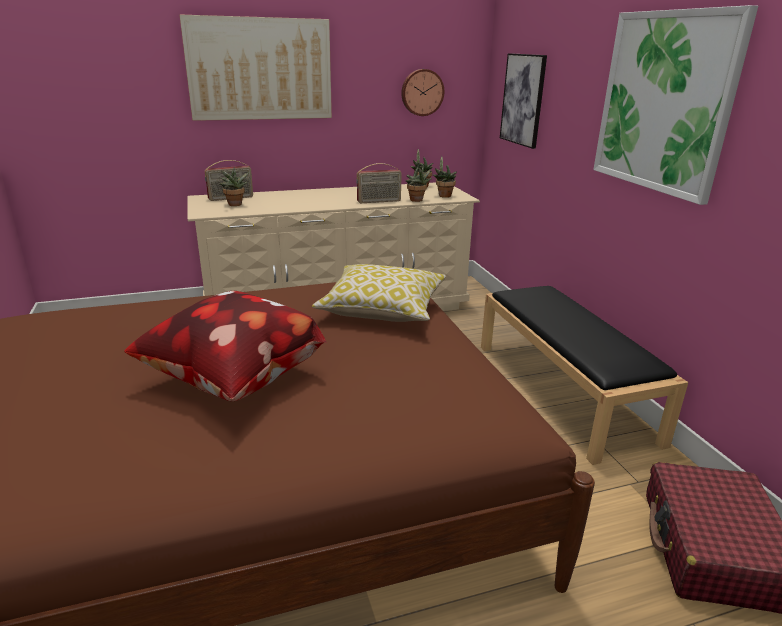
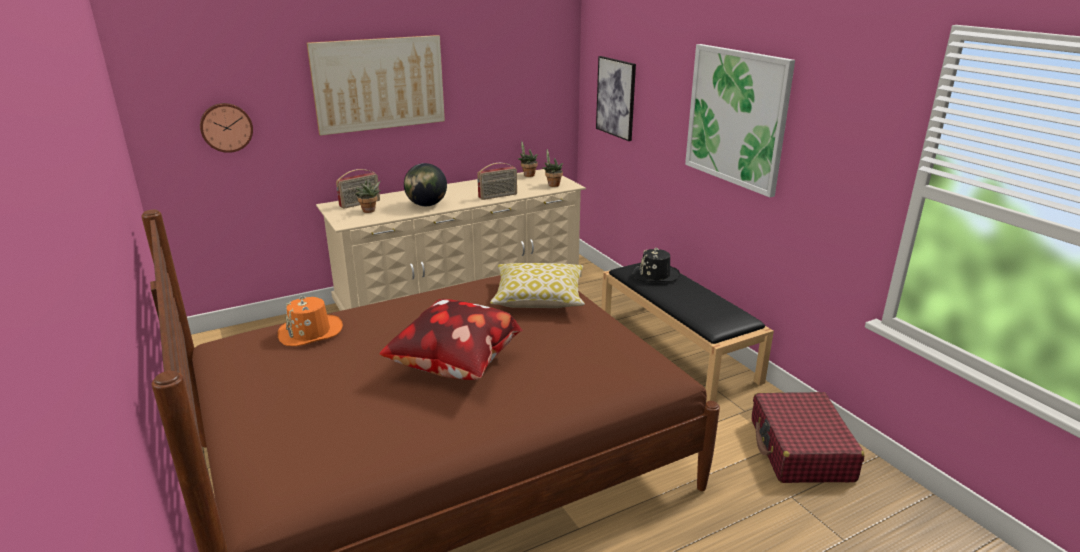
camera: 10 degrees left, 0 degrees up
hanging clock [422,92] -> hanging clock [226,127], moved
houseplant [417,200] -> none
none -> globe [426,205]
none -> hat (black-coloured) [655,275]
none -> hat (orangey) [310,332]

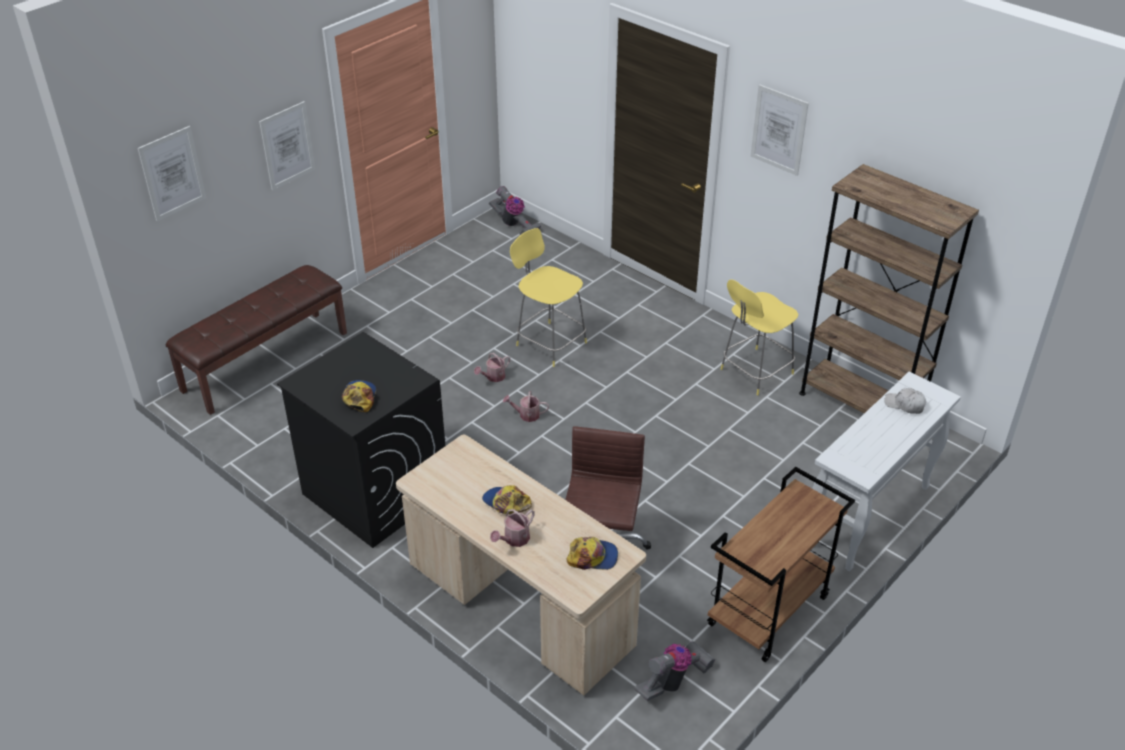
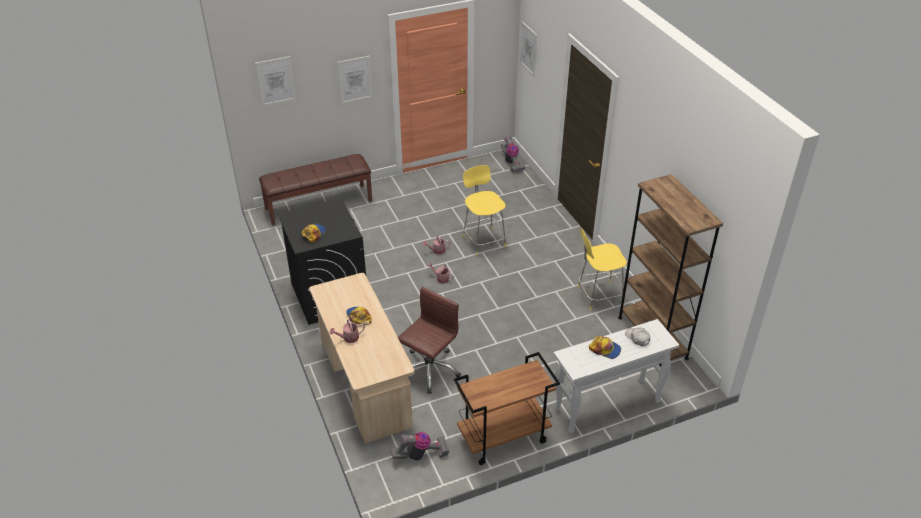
camera: 25 degrees right, 0 degrees up
wall picture [779,130] -> wall picture [528,49], moved
baseball cap [592,557] -> baseball cap [605,349], moved

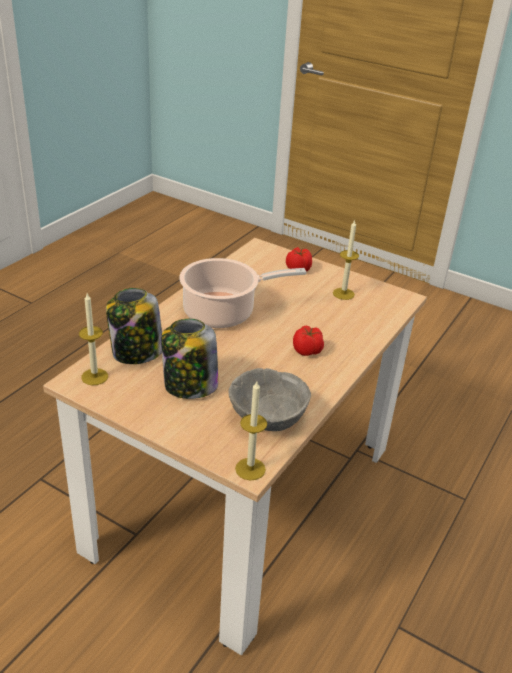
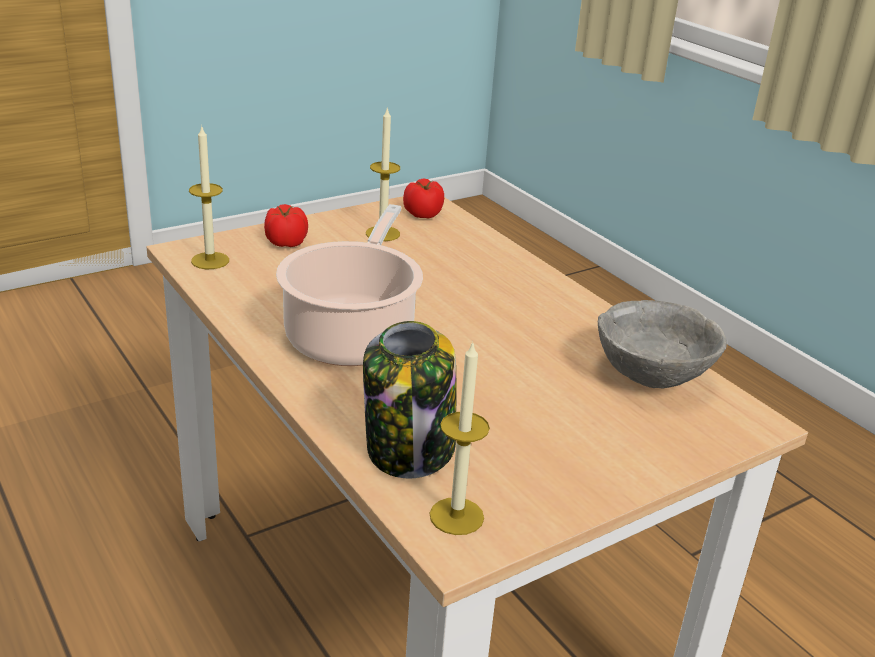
camera: 65 degrees left, 5 degrees down
storage jar [189,386] -> none
whole tomato [307,351] -> whole tomato [423,214], moved
wax light [250,469] -> wax light [210,260], moved

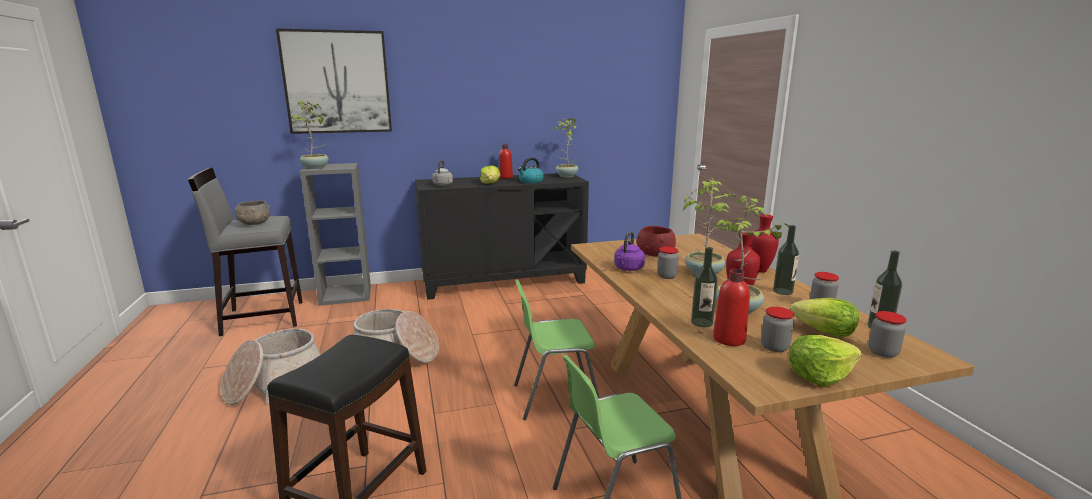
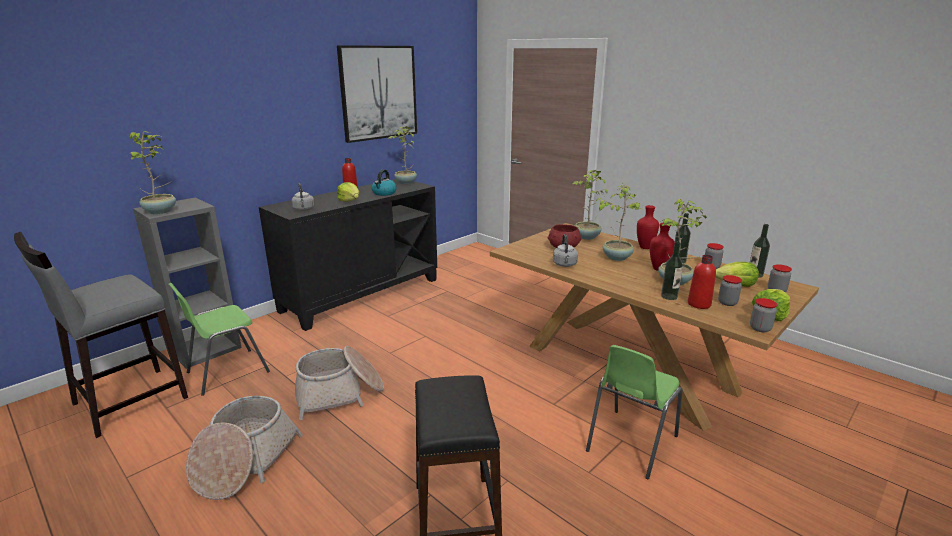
camera: 30 degrees left, 5 degrees up
wall picture [337,82] -> wall picture [379,93], moved
serving bowl (greyish) [254,223] -> none
kettle (purplish) [628,269] -> kettle (greyish) [565,265]
storage jar [666,276] -> storage jar [760,328], moved
plain chair (green) [555,397] -> plain chair (green) [227,372], moved
none -> houseplant [586,237]

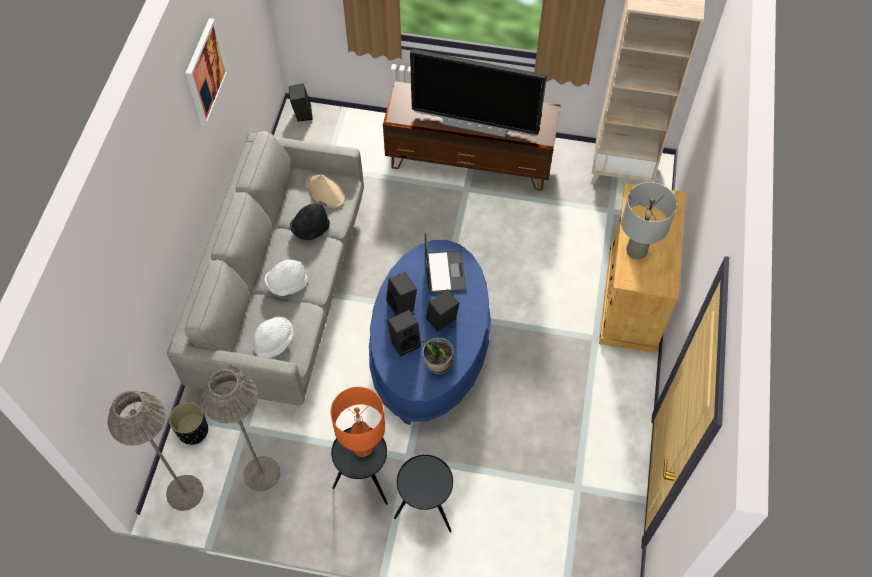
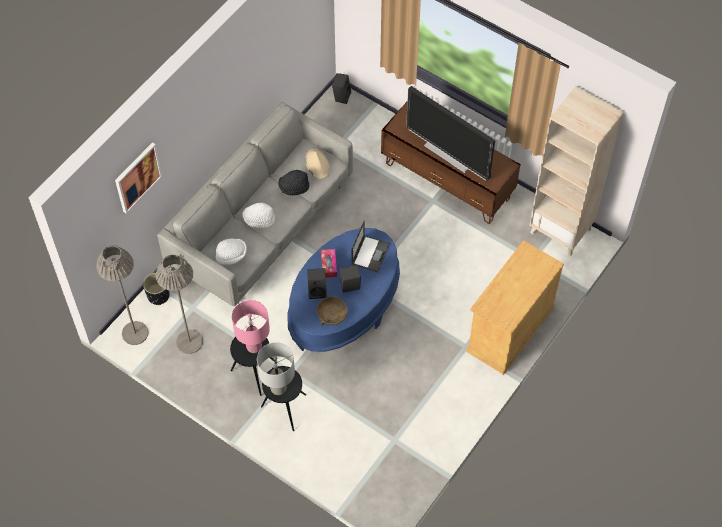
camera: 25 degrees right, 0 degrees up
wall picture [205,72] -> wall picture [137,177], moved
table lamp (greyish) [636,251] -> table lamp (greyish) [278,388], moved
speaker (black-coloured) [402,305] -> box of tissues [329,265]
houseplant [438,364] -> serving bowl (brown) [332,314]
table lamp (orangey) [362,447] -> table lamp (pink-coloured) [253,346]

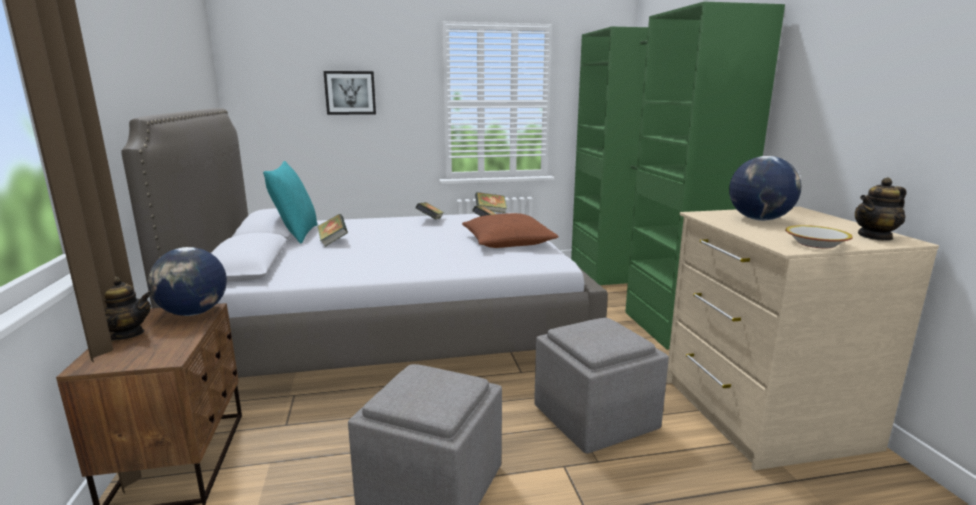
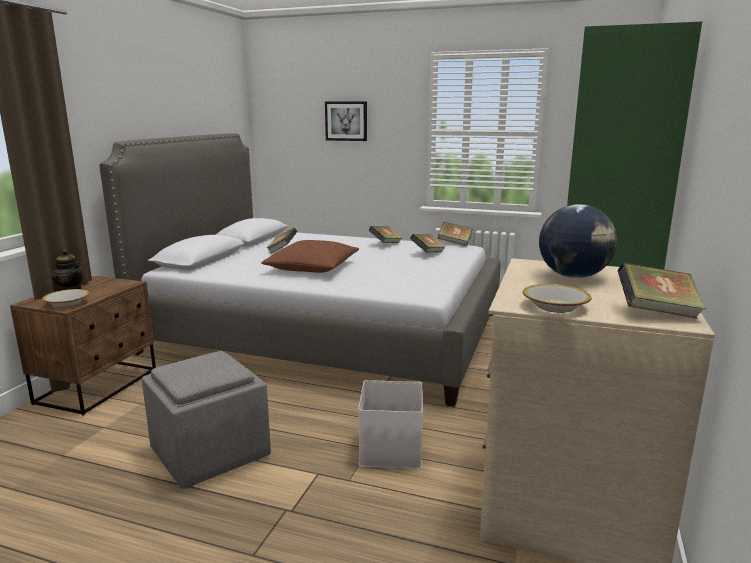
camera: 30 degrees right, 0 degrees up
pillow (turquoise-coloured) [296,234] -> none
teapot [875,236] -> book [656,312]
pillow (brown) [508,242] -> pillow (brown) [312,267], moved
globe [194,313] -> none
pouffe (greyish) [593,419] -> storage container (white-coloured) [389,448]
none -> serving bowl [67,303]

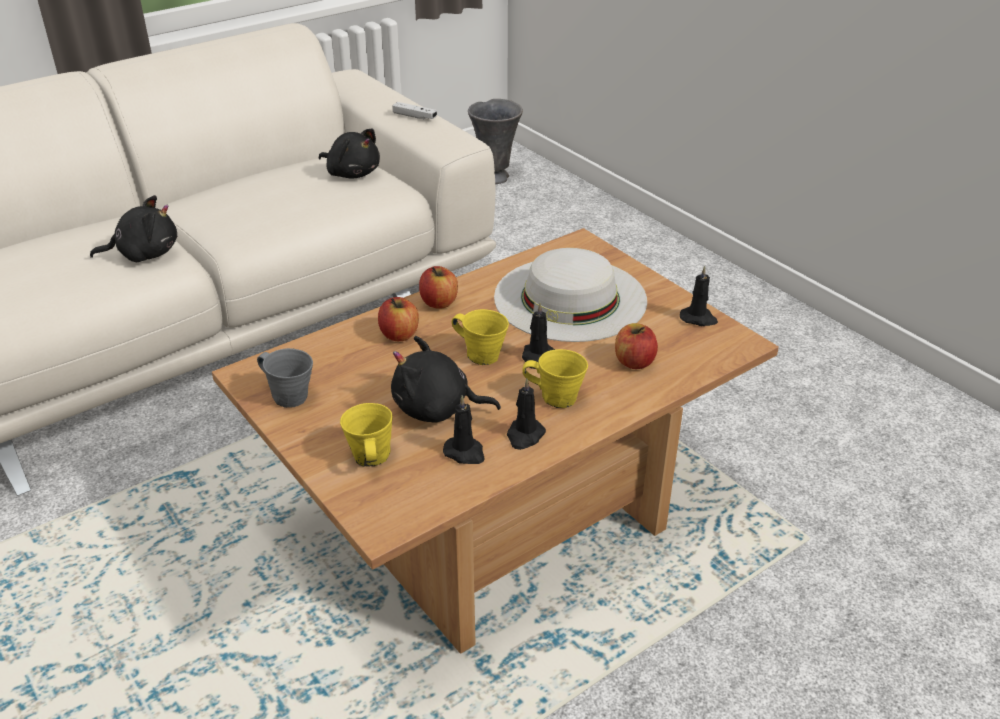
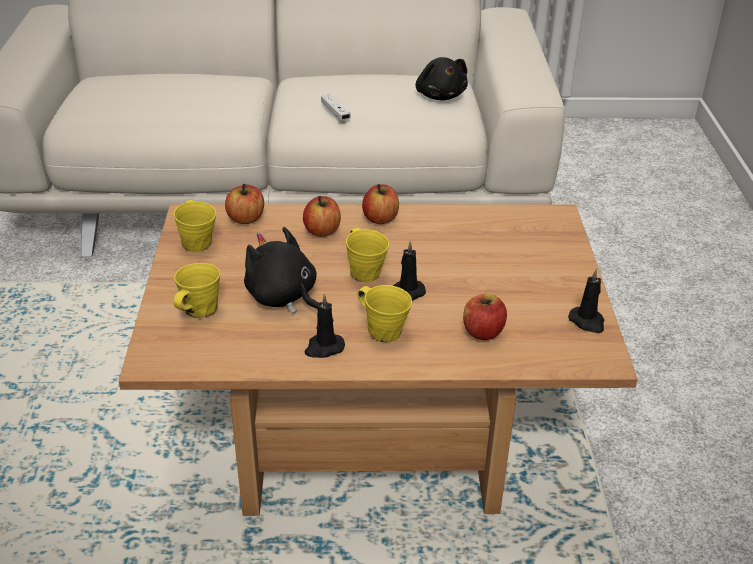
camera: 35 degrees right, 0 degrees up
decorative vase (greyish) [495,177] -> none
joypad (white-coloured) [414,116] -> joypad (white-coloured) [335,113], moved
plush toy (black-coloured) [144,254] -> none
hat (white-coloured) [570,298] -> none
tea mug (greyish) [289,396] -> tea mug (yellow) [197,242]
wax light (black-coloured) [465,453] -> none
none -> apple [246,219]

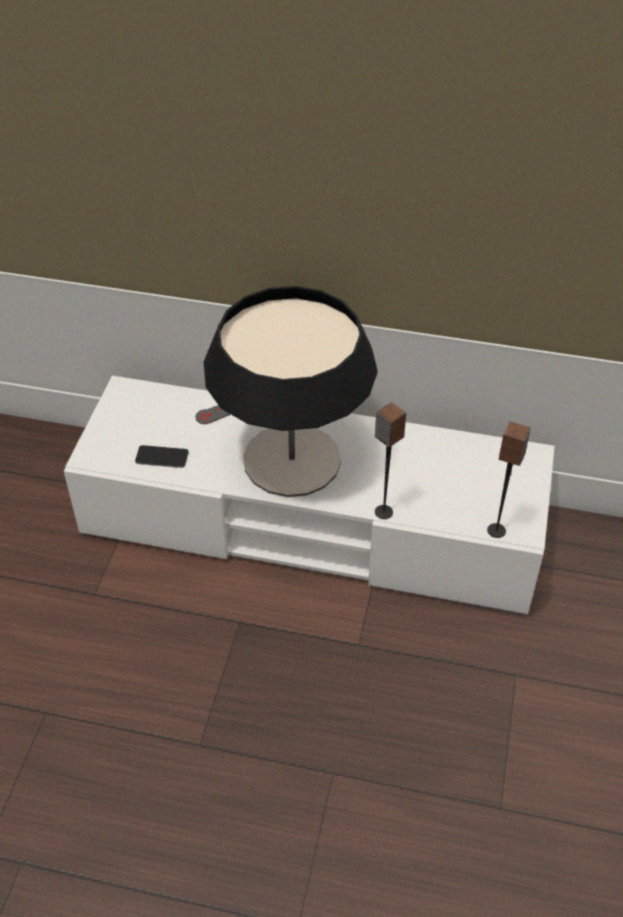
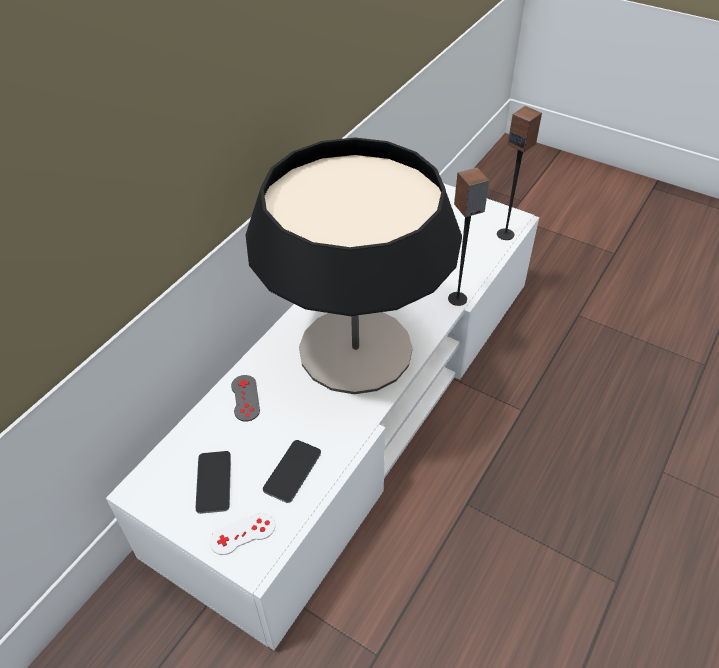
camera: 70 degrees left, 0 degrees up
none -> telephone [213,482]
none -> joypad (white-coloured) [242,533]

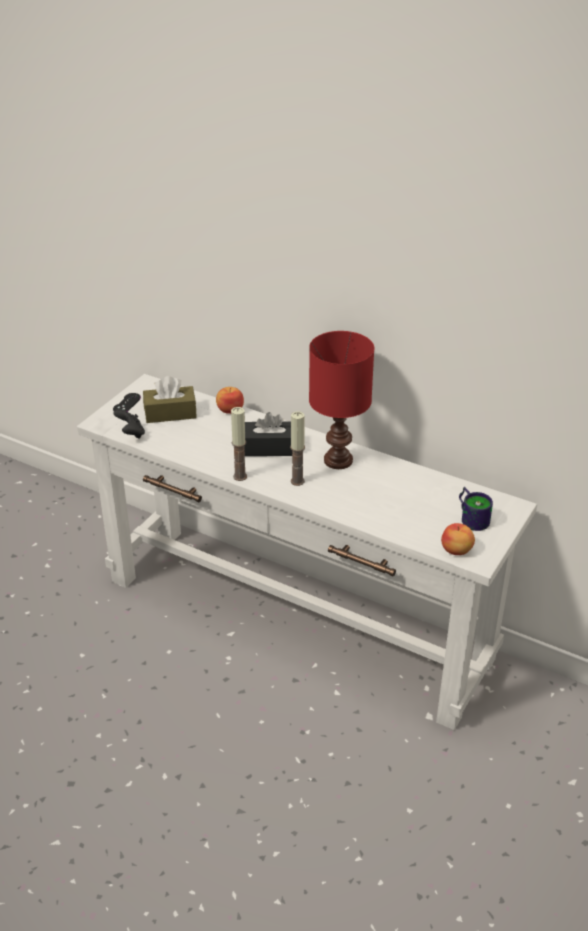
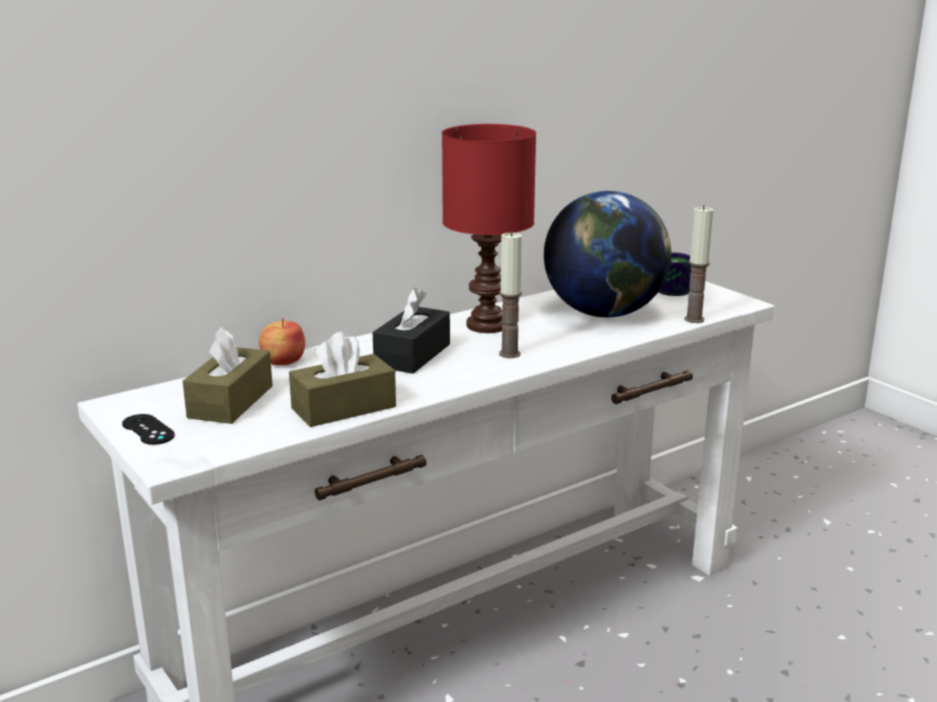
camera: 65 degrees left, 15 degrees down
wax light [240,476] -> wax light [694,319], moved
joypad (black-coloured) [131,433] -> none
apple [456,550] -> none
none -> globe [604,313]
none -> box of tissues (brown) [343,408]

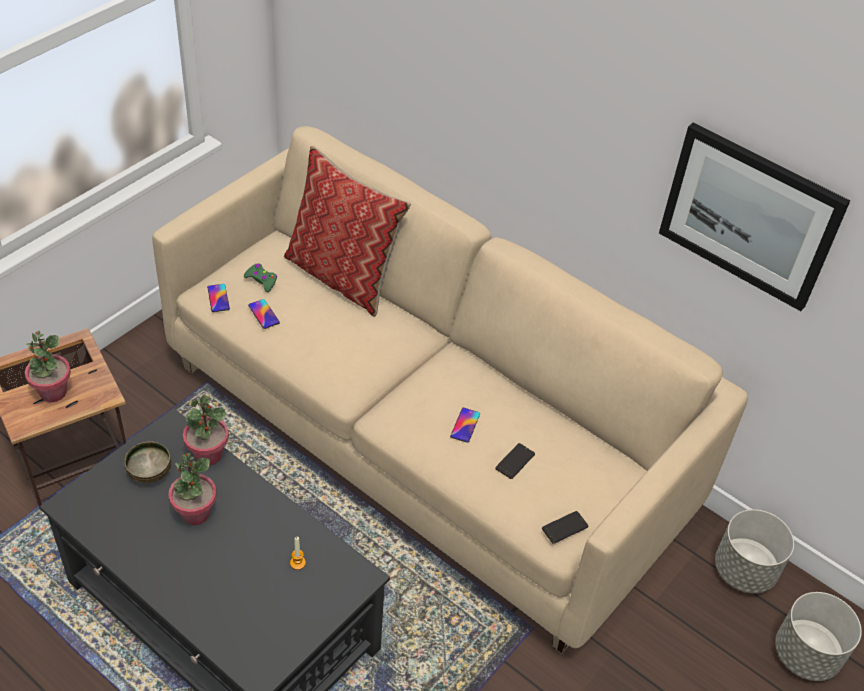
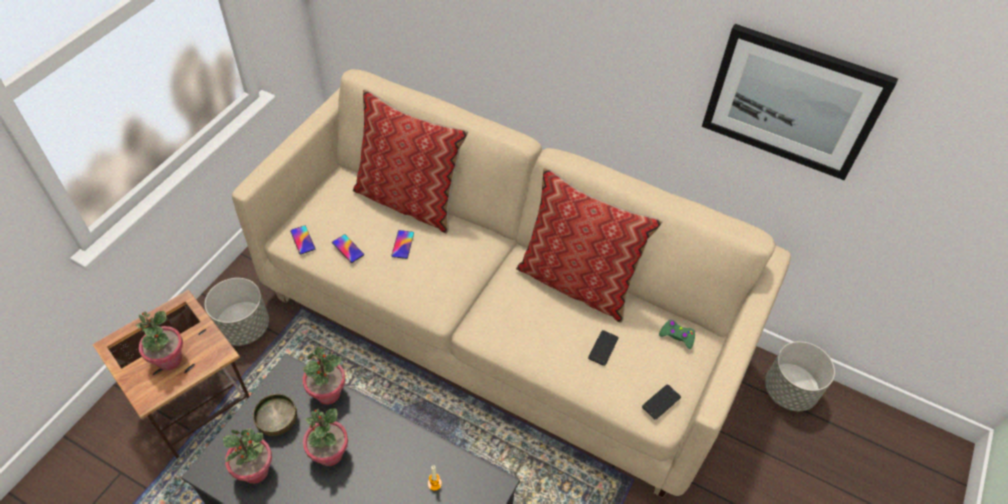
camera: 10 degrees left, 5 degrees up
joypad (green) [261,280] -> joypad (green) [677,336], moved
telephone [465,425] -> telephone [402,244], moved
planter (greyish) [806,655] -> planter (greyish) [244,328], moved
none -> pillow [577,282]
none -> houseplant [255,471]

